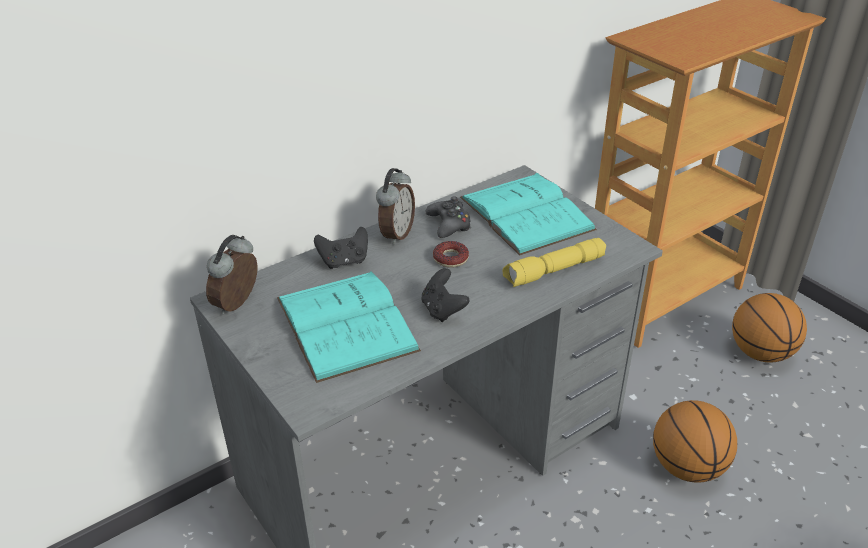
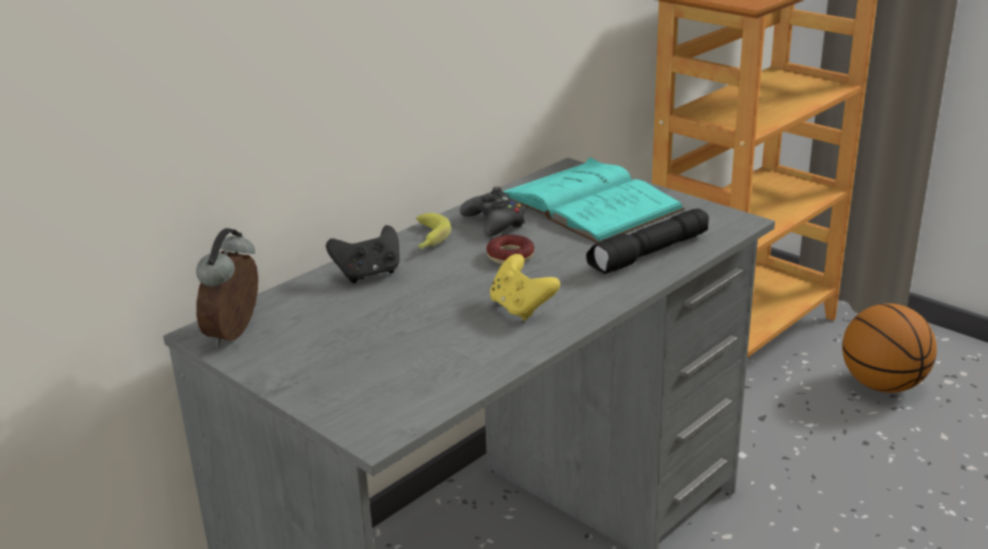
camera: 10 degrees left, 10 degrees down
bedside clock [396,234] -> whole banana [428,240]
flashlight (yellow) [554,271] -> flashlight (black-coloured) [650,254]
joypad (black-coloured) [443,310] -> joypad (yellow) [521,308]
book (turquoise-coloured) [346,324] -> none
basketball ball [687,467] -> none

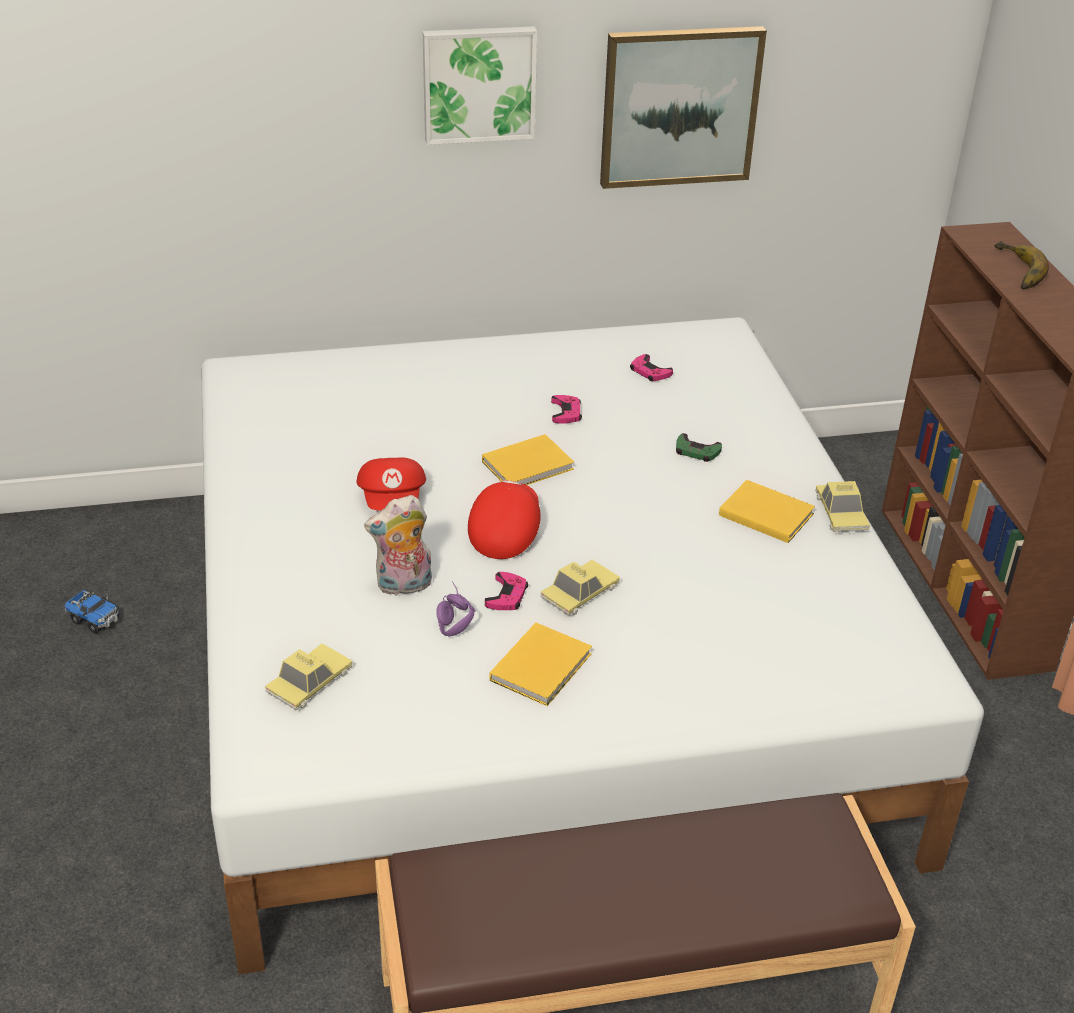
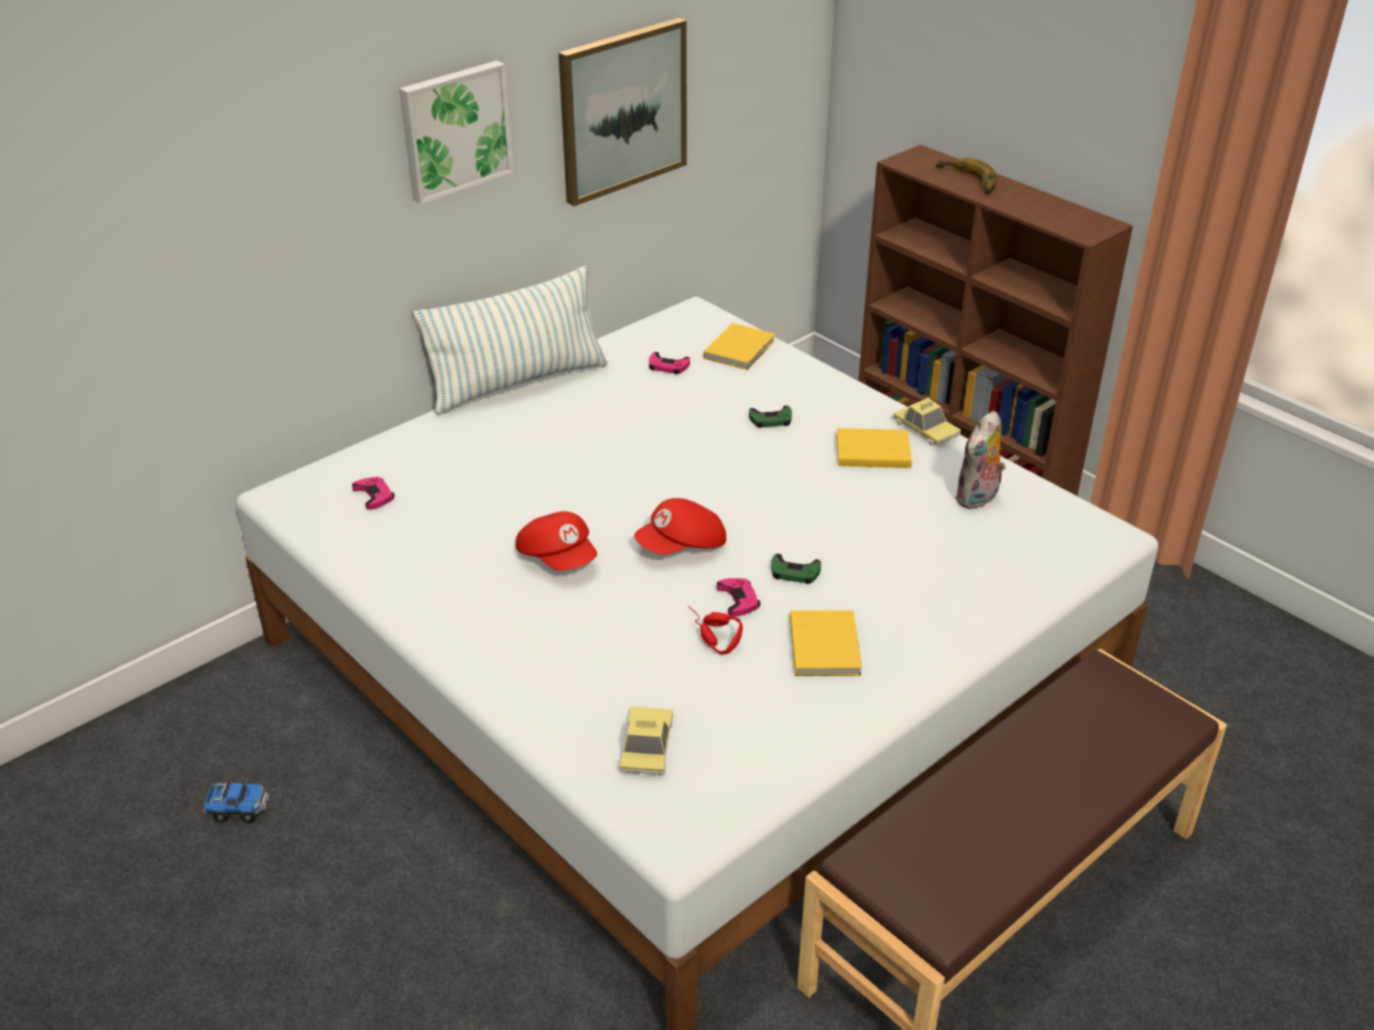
camera: 30 degrees left, 0 degrees up
joypad (pink-coloured) [566,413] -> joypad (pink-coloured) [374,495], moved
book (yellow) [530,465] -> book (yellow) [741,349], moved
baseball cap (red) [504,531] -> baseball cap (red) [682,546], 105 degrees counterclockwise
plush toy [403,586] -> plush toy [978,499], moved
model car [580,593] -> joypad (green) [794,573]
pair of headphones (purplish) [449,615] -> pair of headphones (red) [708,636]
none -> pillow [517,383]

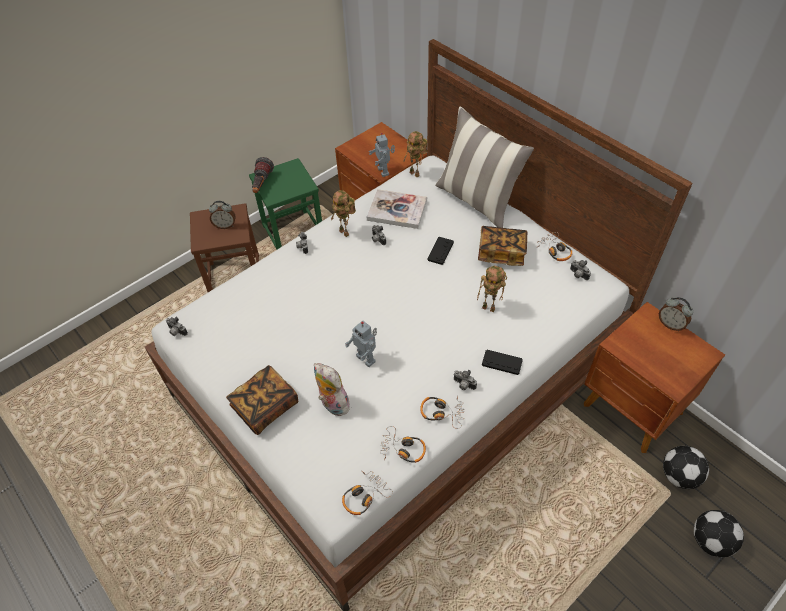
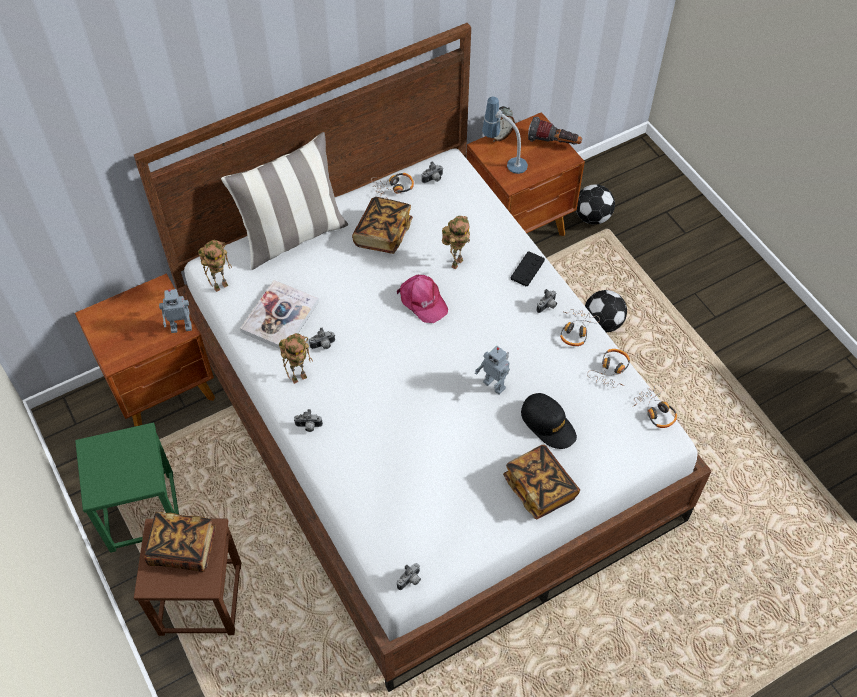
camera: 80 degrees left, 5 degrees up
flashlight [262,184] -> flashlight [554,143], moved
bedside clock [225,225] -> book [183,548]
joypad (black-coloured) [440,251] -> none
toy robot [366,358] -> toy robot [495,384], 75 degrees clockwise
plush toy [332,404] -> baseball cap (black-coloured) [548,424]
football [711,541] -> football [603,323], moved
none -> table lamp [504,161]
none -> baseball cap (pink-coloured) [422,301]

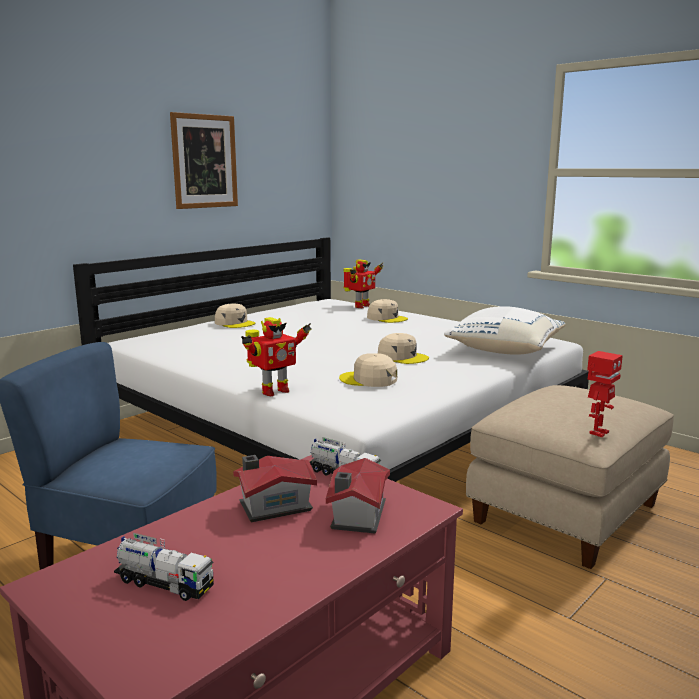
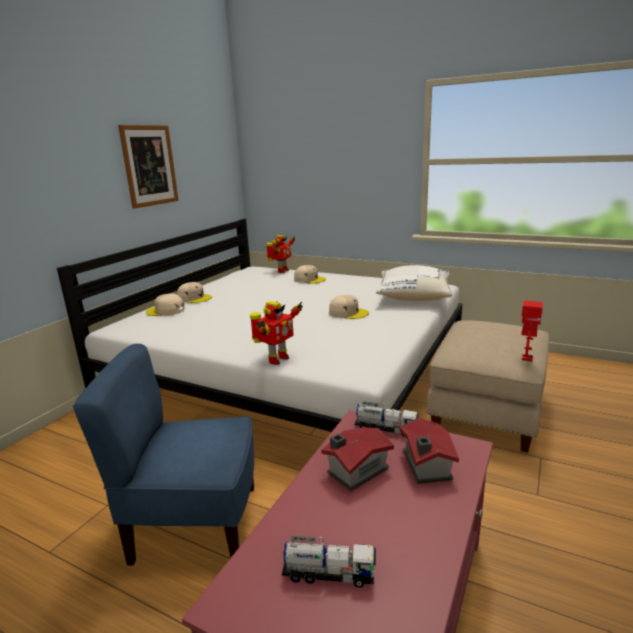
camera: 15 degrees left, 5 degrees up
baseball cap (sand-coloured) [368,379] -> baseball cap (sand-coloured) [166,311], moved

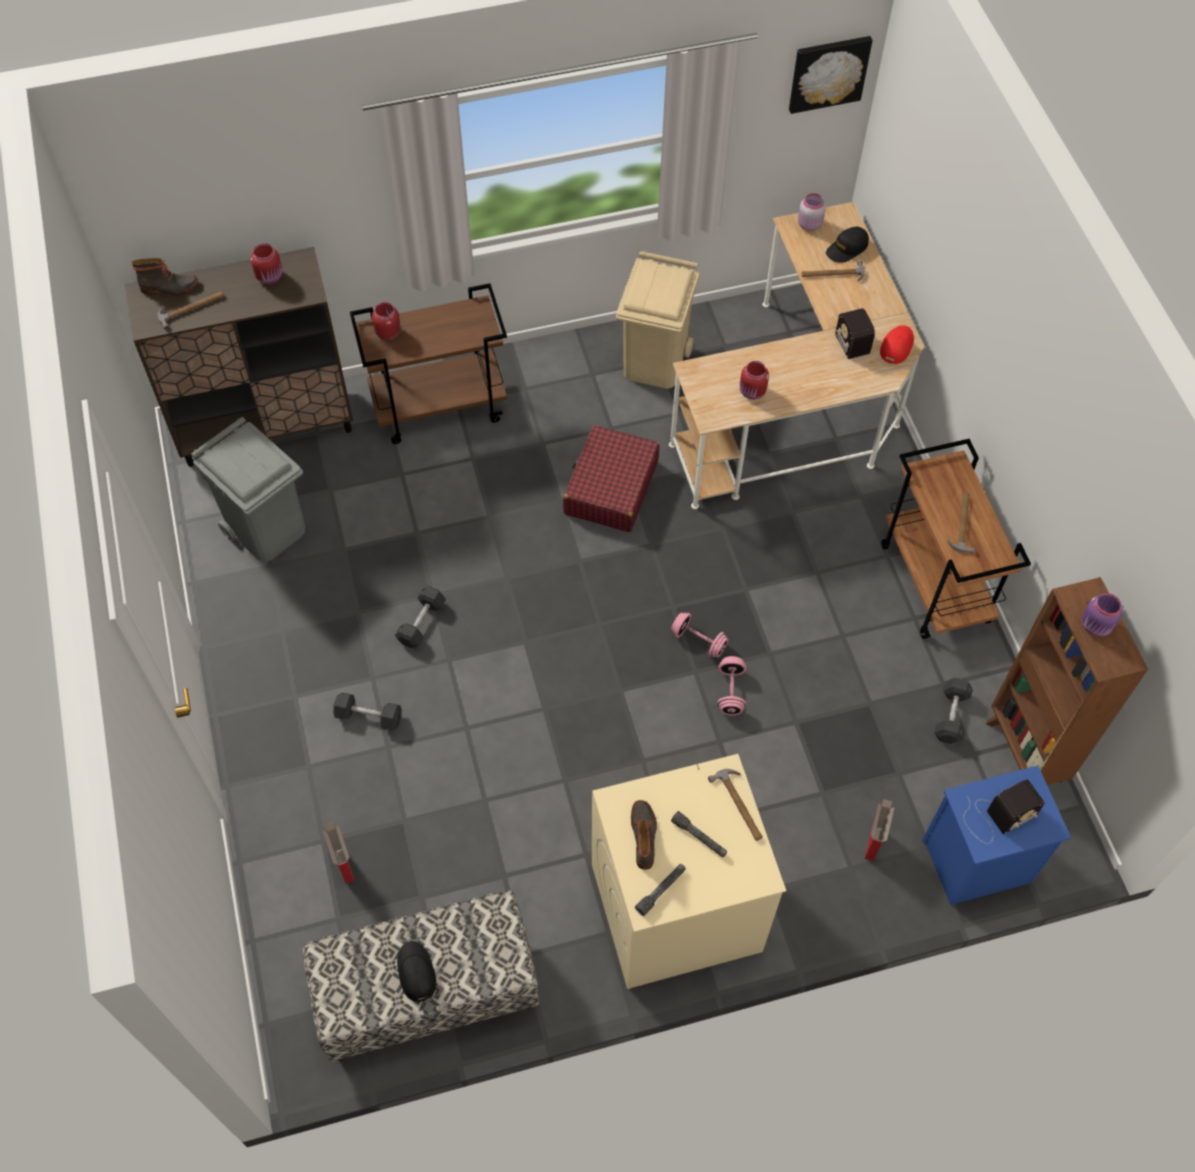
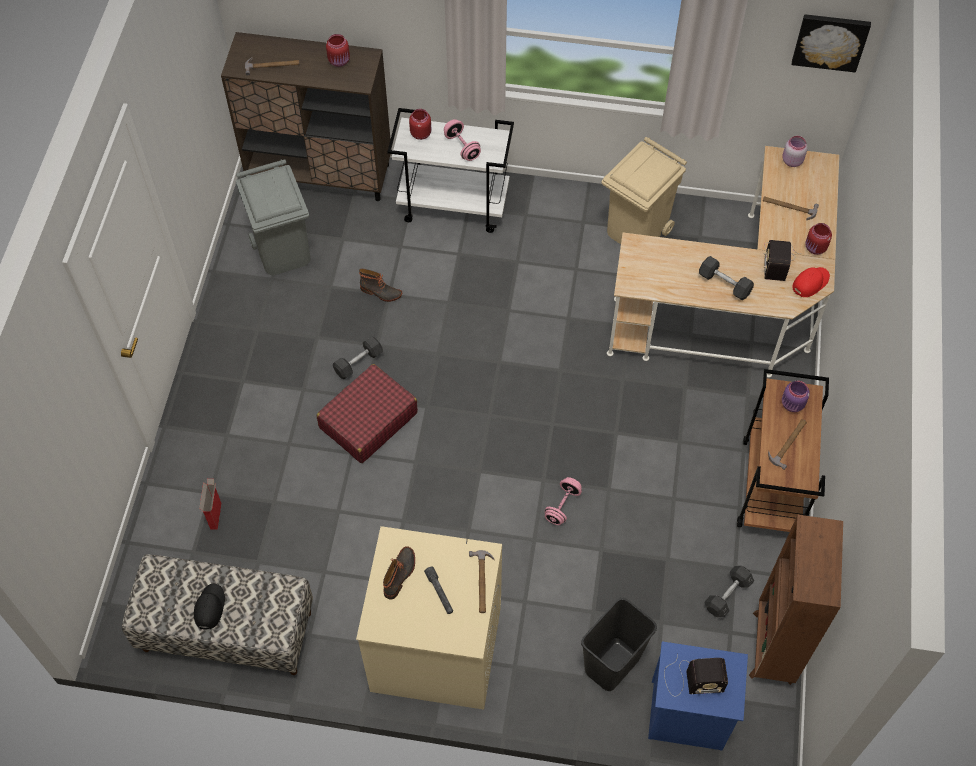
camera: 25 degrees right, 0 degrees up
baseball cap (black-coloured) [847,249] -> none
high-top boot [170,288] -> high-top boot [380,293], moved
cart (brown) [440,406] -> cart (white-coloured) [454,205]
storage jar (red) [752,392] -> storage jar (red) [815,248], moved
suitcase (red) [610,488] -> suitcase (red) [368,420], moved
storage jar (purplish) [1096,626] -> storage jar (purplish) [792,405], moved
dumbbell (pink-coloured) [698,641] -> dumbbell (pink-coloured) [462,147], moved
dumbbell (greyish) [369,716] -> dumbbell (greyish) [724,283], moved
cardboard box [873,842] -> waste bin (black-coloured) [612,665]
flashlight (greyish) [661,890] -> none

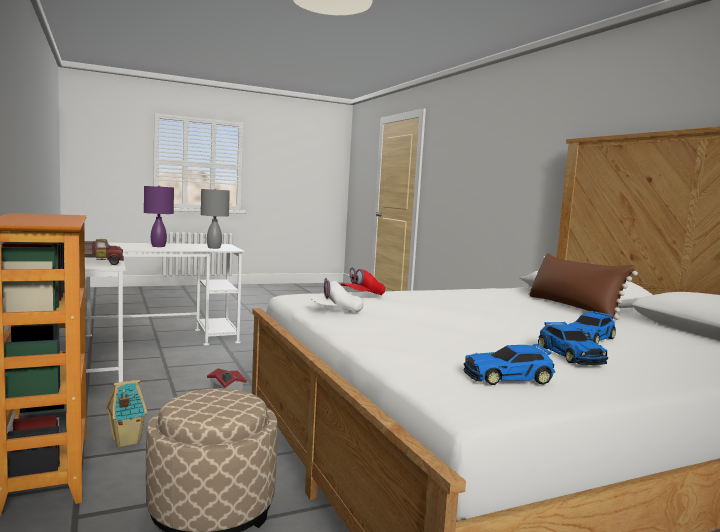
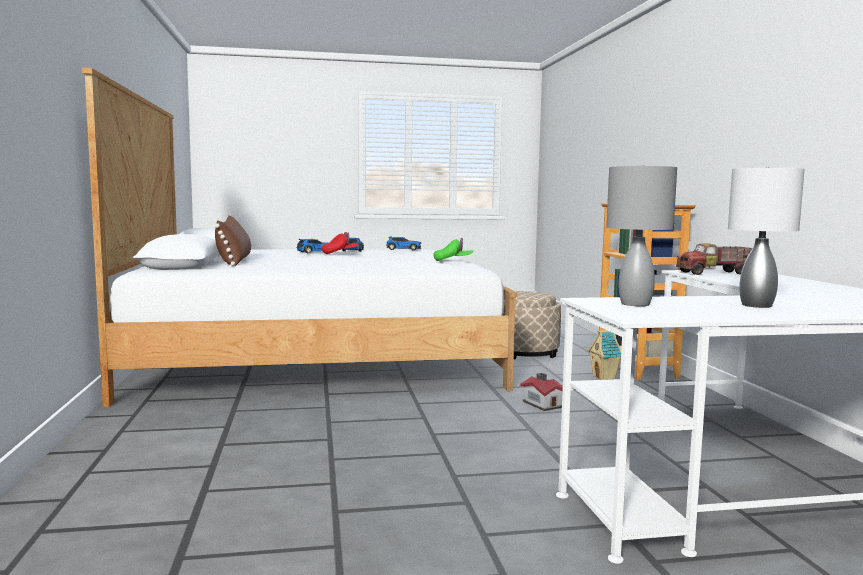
camera: 165 degrees left, 0 degrees up
table lamp (purplish) [158,246] -> table lamp (greyish) [756,305]
baseball cap (red) [362,295] -> baseball cap (red) [340,253], moved
baseball cap (white-coloured) [335,311] -> baseball cap (green) [453,261]

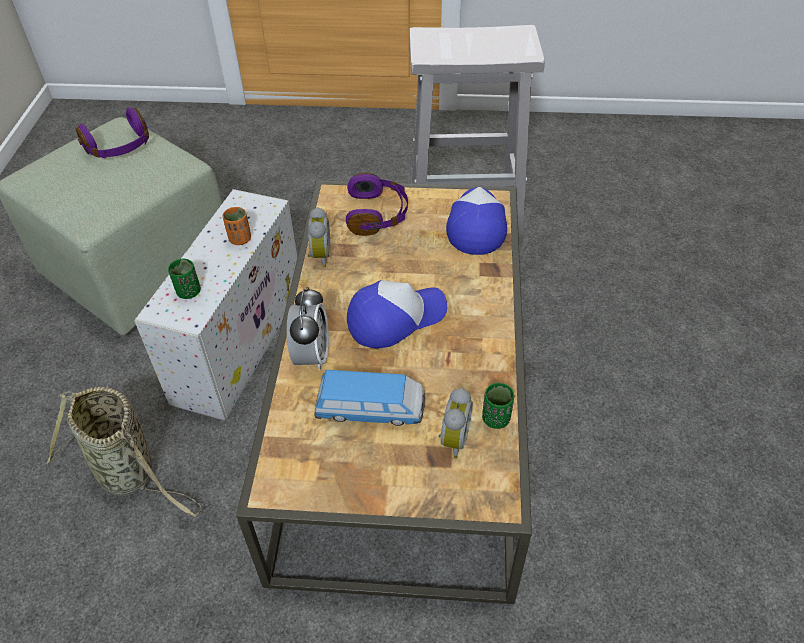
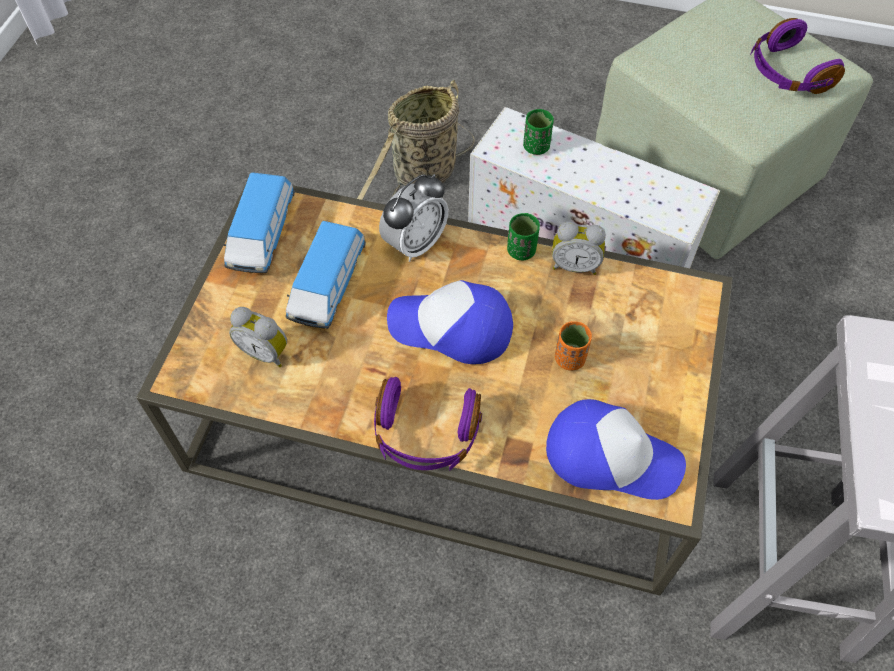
camera: 100 degrees right, 10 degrees up
pair of headphones (purplish) [377,214] -> pair of headphones (purplish) [425,435], moved
small cup (orangey) [240,239] -> small cup (orangey) [570,358], moved
baseball cap [395,318] -> baseball cap [451,328], 120 degrees clockwise
bedside clock [311,356] -> bedside clock [415,244], 60 degrees counterclockwise
small cup (green) [496,418] -> small cup (green) [521,251], moved
none -> model car [262,235]

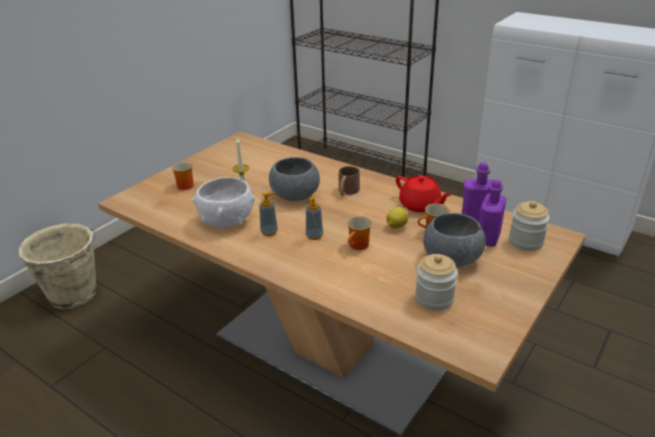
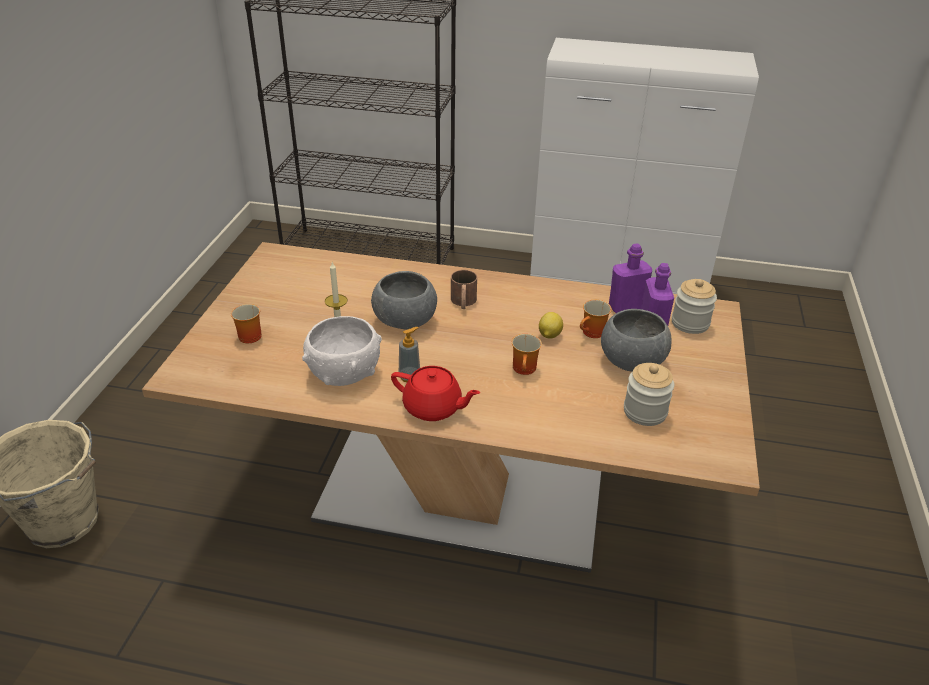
camera: 25 degrees left, 5 degrees up
teapot (red) [420,205] -> teapot (red) [433,408], moved
liquid soap bottle [314,236] -> none

